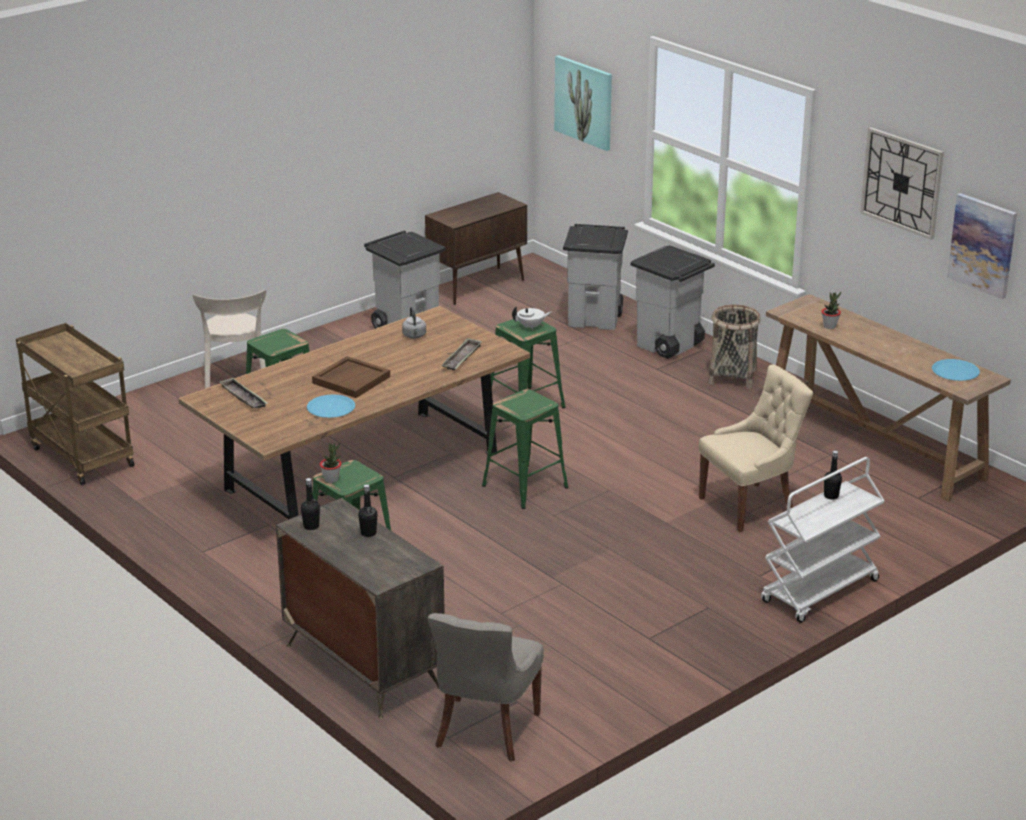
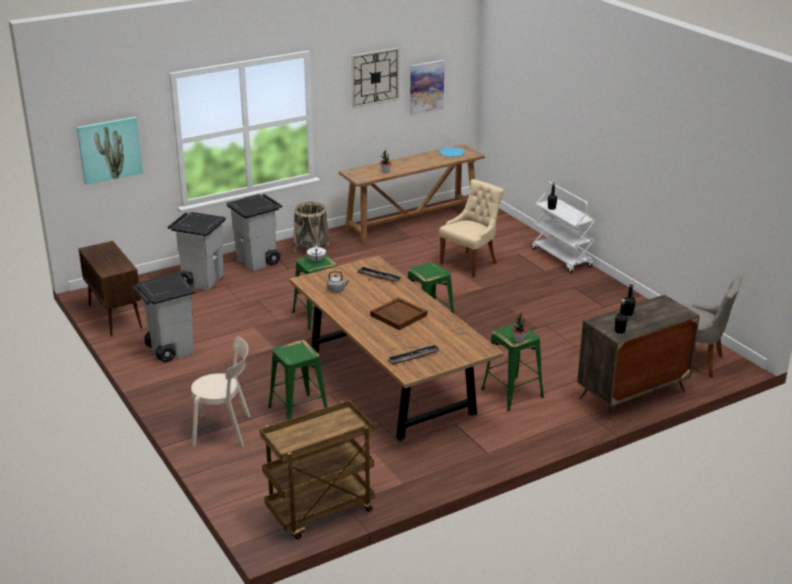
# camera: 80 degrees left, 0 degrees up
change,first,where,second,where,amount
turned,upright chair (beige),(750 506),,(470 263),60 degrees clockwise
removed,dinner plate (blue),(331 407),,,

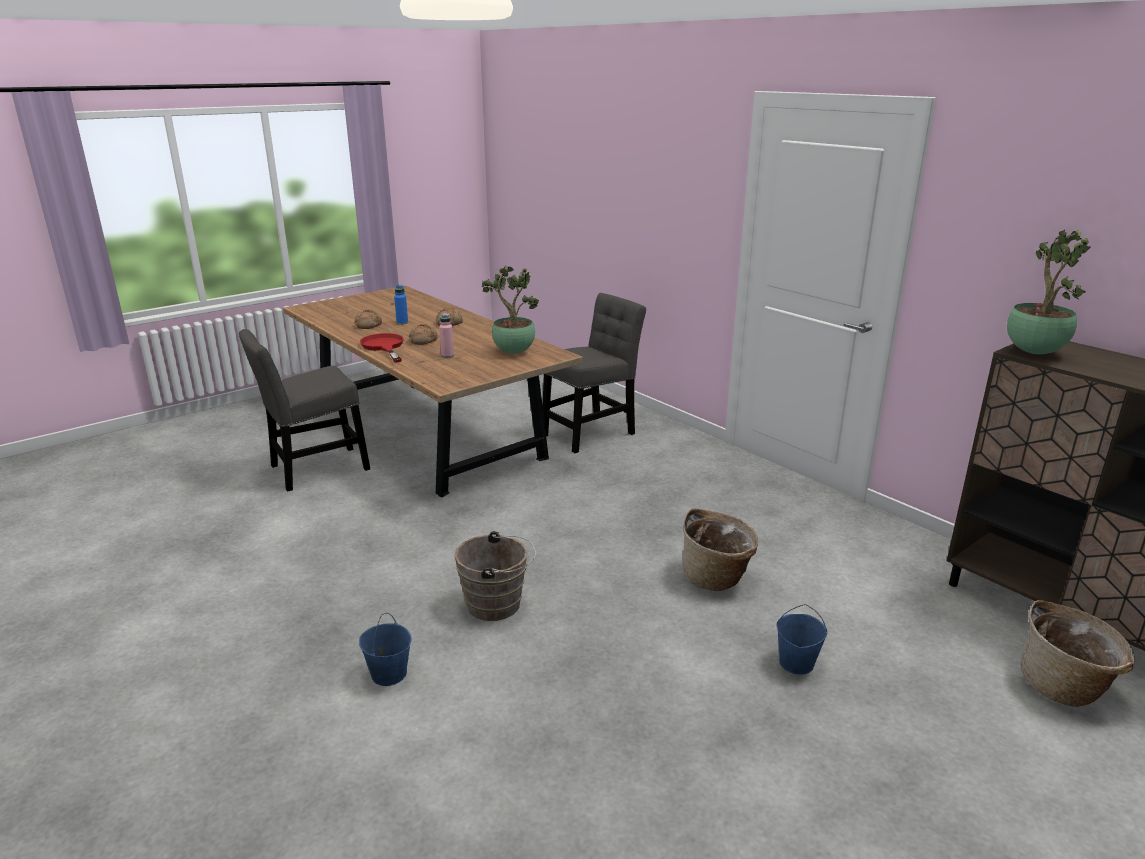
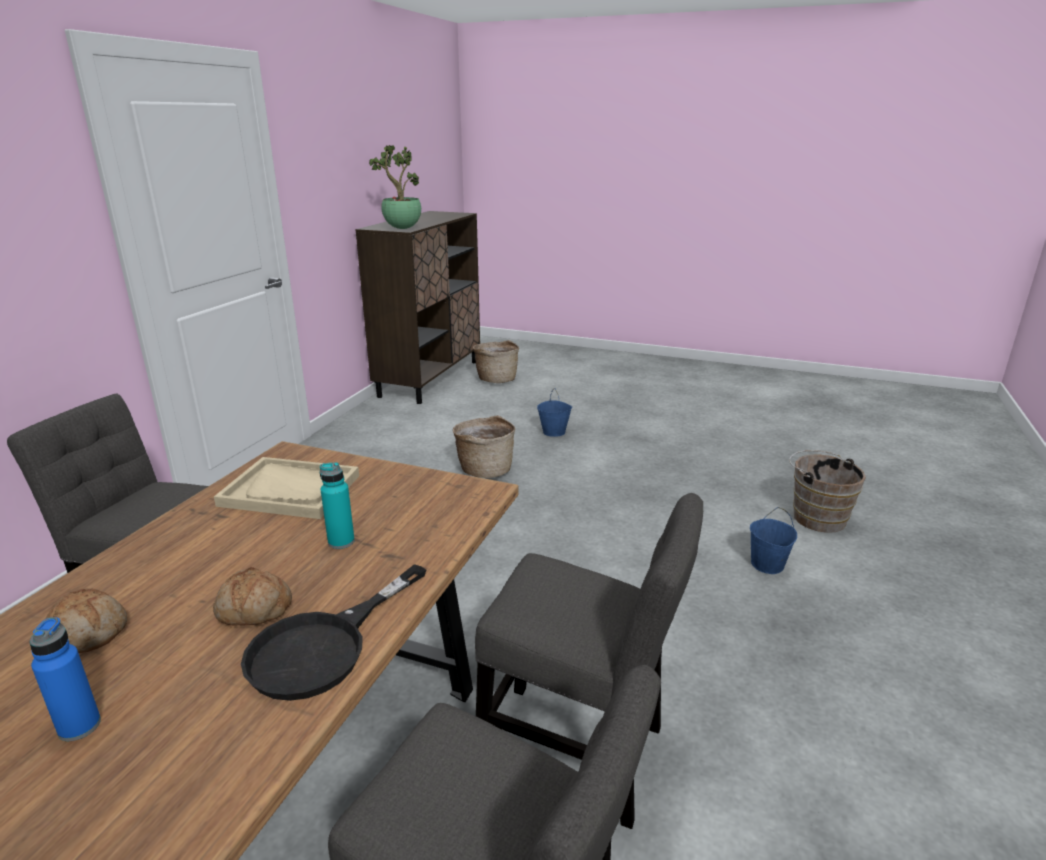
# camera: 120 degrees left, 0 degrees up
change,first,where,second,where,amount
replaced,plant in a pot,(512 352),tray (beige),(291 490),
recoloured,pan (red),(384 347),pan (black),(324 646),
recoloured,beverage bottle (pink),(447 355),beverage bottle (turquoise),(341 541),
added,,,upright chair (gray),(580 751),
moved,water bucket (brownish),(498 604),,(816 516),
removed,baked bread,(368 325),,,

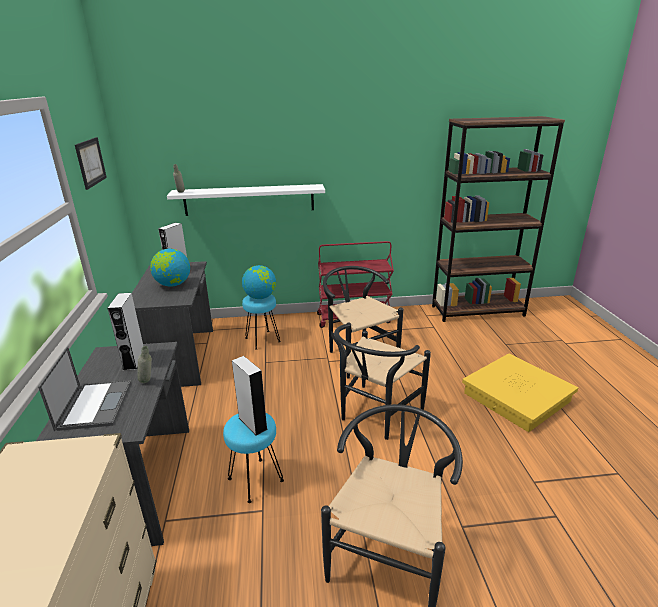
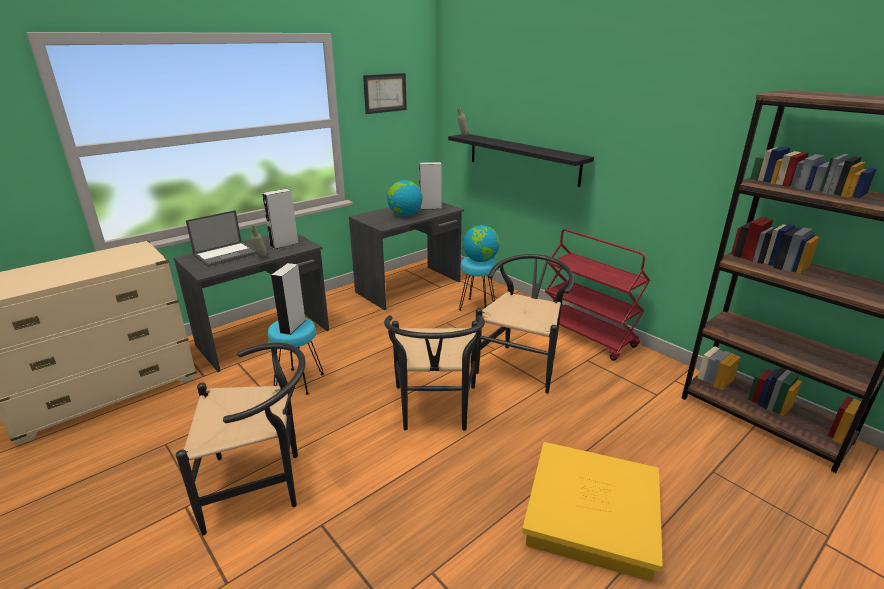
# camera: 55 degrees right, 0 degrees up
change,first,where,second,where,amount
turned,upright chair (black),(375 415),,(435 411),90 degrees counterclockwise
recoloured,bracket shelf (white),(249 200),bracket shelf (black),(522 158),

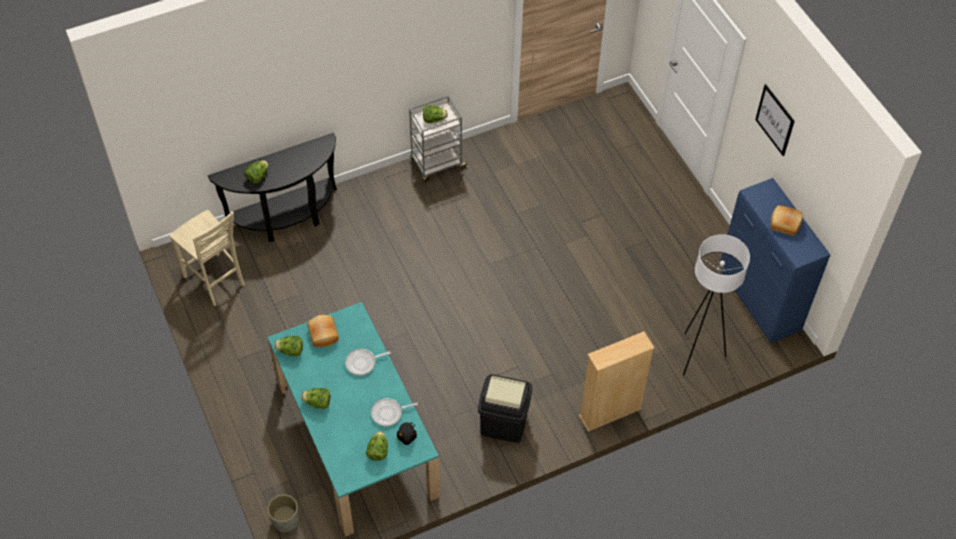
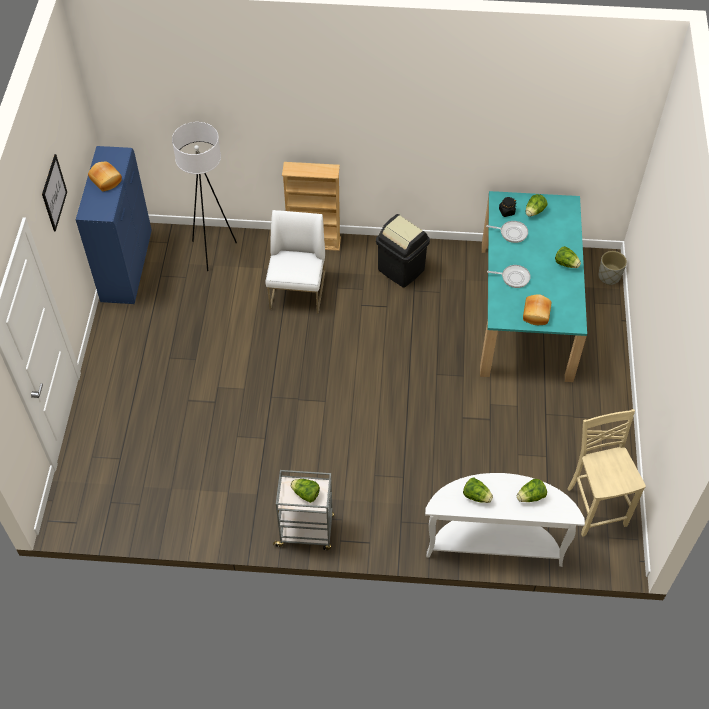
# camera: 150 degrees left, 0 degrees up
change,first,where,second,where,amount
added,,,upright chair (white),(298 291),
recoloured,console table (black),(286 218),console table (white),(494 543),
moved,head of lettuce,(290 351),,(476 496),

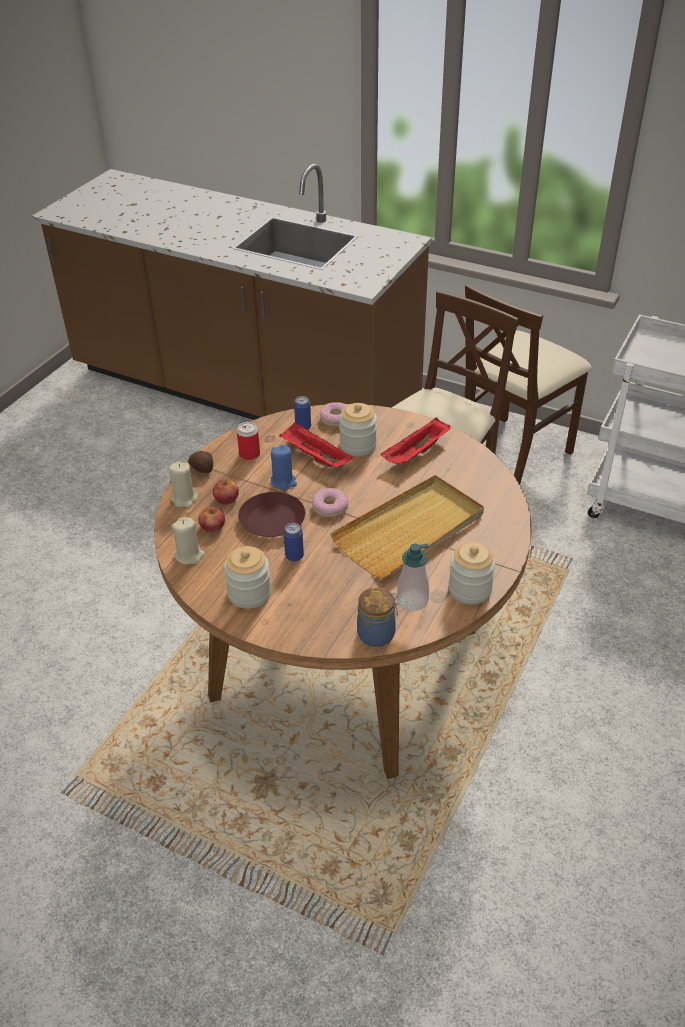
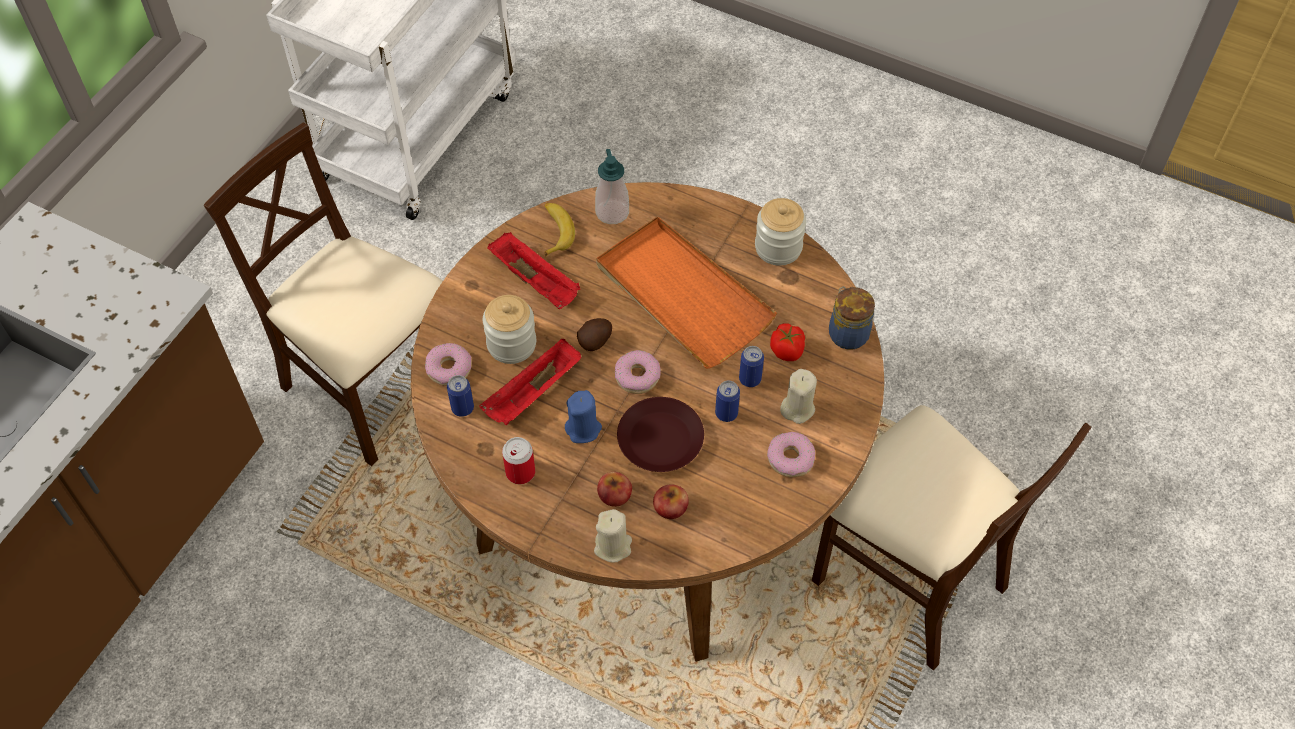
# camera: 90 degrees left, 15 degrees up
change,first,where,second,where,amount
added,,,whole banana,(555 231),
moved,spud,(203 469),,(596 341),
moved,liquid soap bottle,(412 600),,(612 212),
recoloured,tray (beige),(410 530),tray (orange),(682 295),
added,,,metal can,(750 379),
replaced,jar,(249 593),donut,(790 458),
added,,,whole tomato,(787 350),
moved,wax light (beige),(189 555),,(797 408),
moved,upright chair (beige),(512 453),,(909 579),

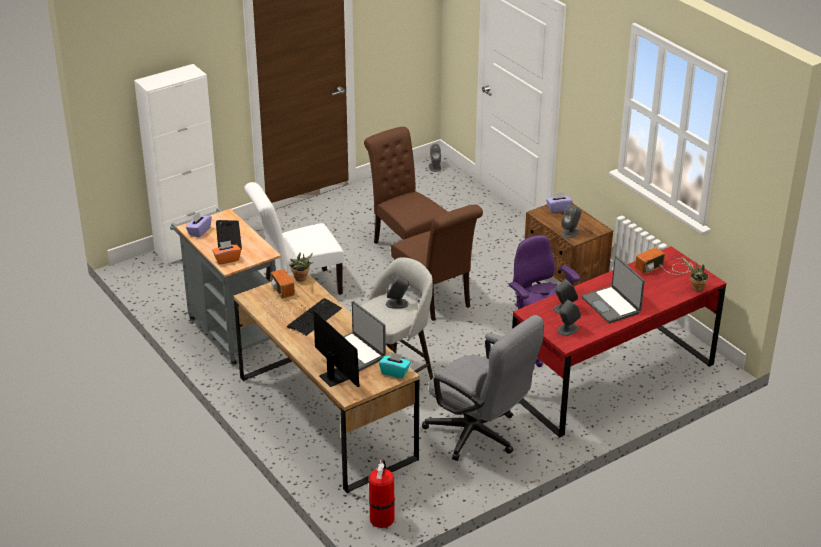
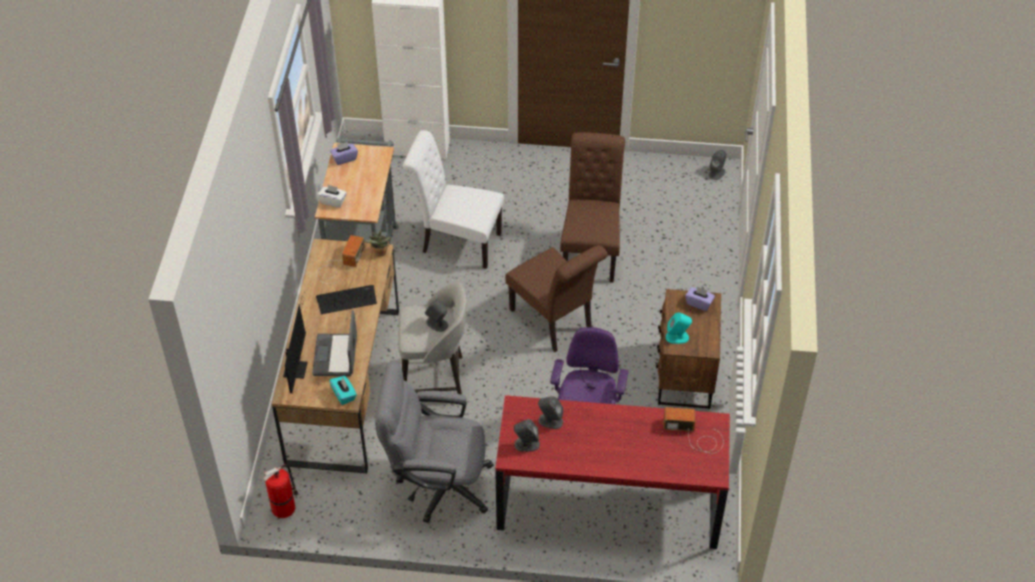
# camera: 40 degrees right, 15 degrees up
change,first,where,second,where,amount
recoloured,tissue box (orange),(227 259),tissue box (white),(333 201),
turned,computer chair (gray),(479 436),,(436 483),105 degrees clockwise
turned,upright chair (brownish),(436 300),,(554 322),45 degrees counterclockwise
recoloured,speaker (gray),(570 232),speaker (turquoise),(677 337),
removed,keyboard,(228 236),,,
removed,laptop,(612 305),,,
removed,plant in a pot,(695 288),,,

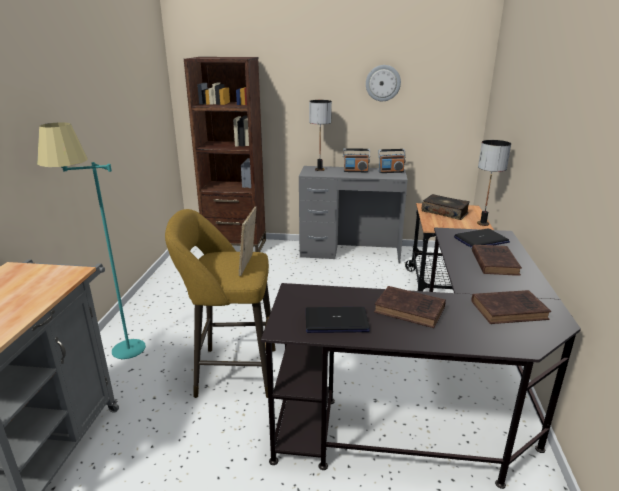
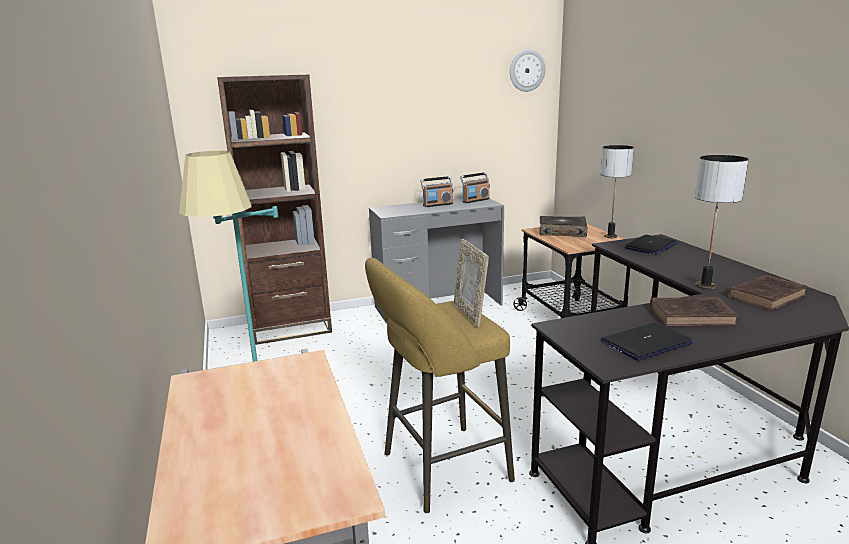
# camera: 25 degrees left, 5 degrees down
change,first,where,second,where,amount
moved,clock on the wall,(383 83),,(526 70),
moved,lamp for a table,(319 169),,(705 286),
removed,volume (brownish),(494 262),,,

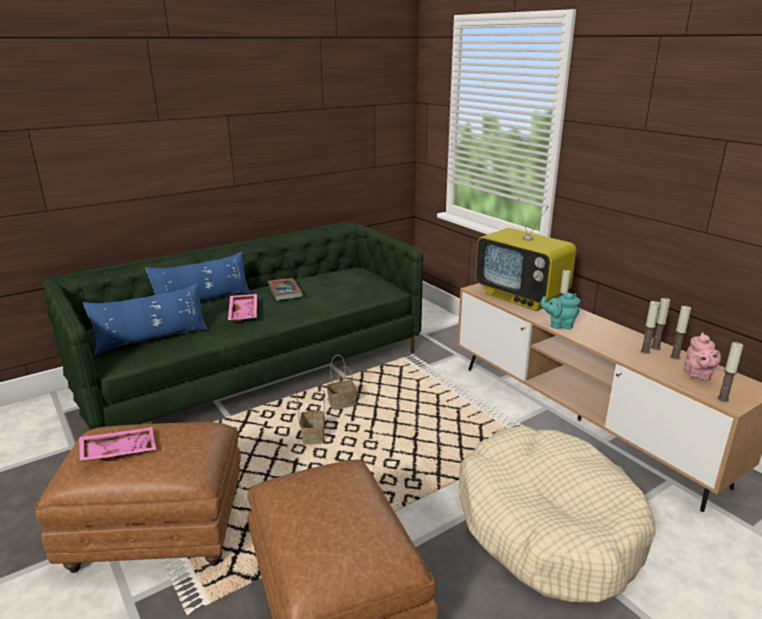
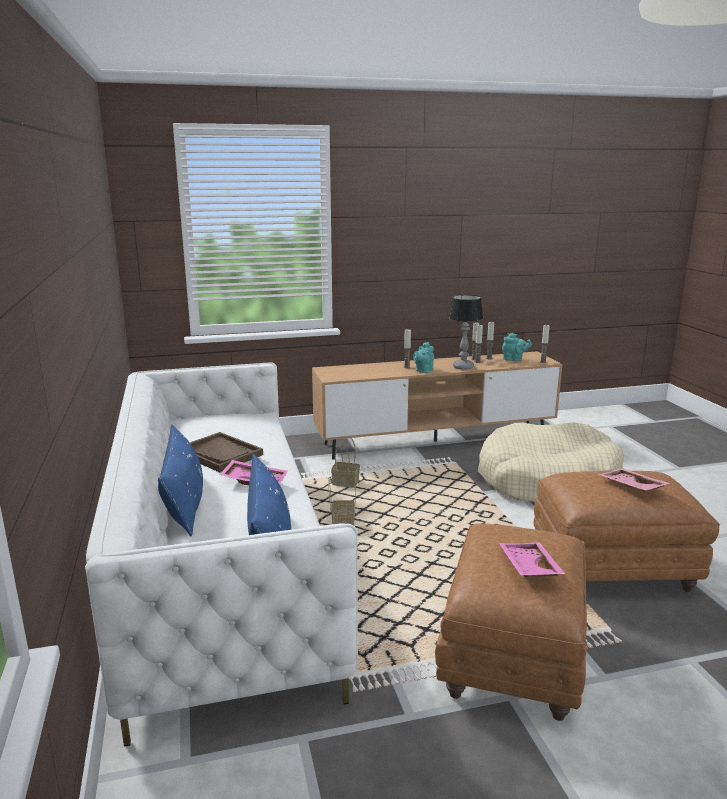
# camera: 70 degrees left, 5 degrees down
change,first,where,second,where,amount
recoloured,settee (green),(255 369),settee (white),(222 568),
replaced,volume,(285 292),tray (brownish),(220 454),
moved,storage basket,(312 436),,(344 483),
added,,,lamp for a table,(463 367),
recoloured,pot for tea (pink),(698 375),pot for tea (turquoise),(514 359),
added,,,tray (pink),(631 487),
removed,television,(522 297),,,

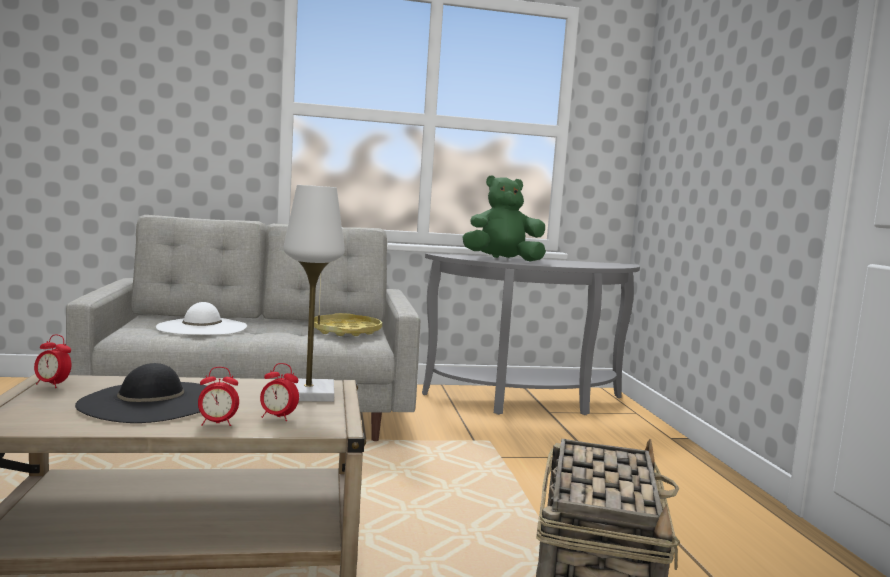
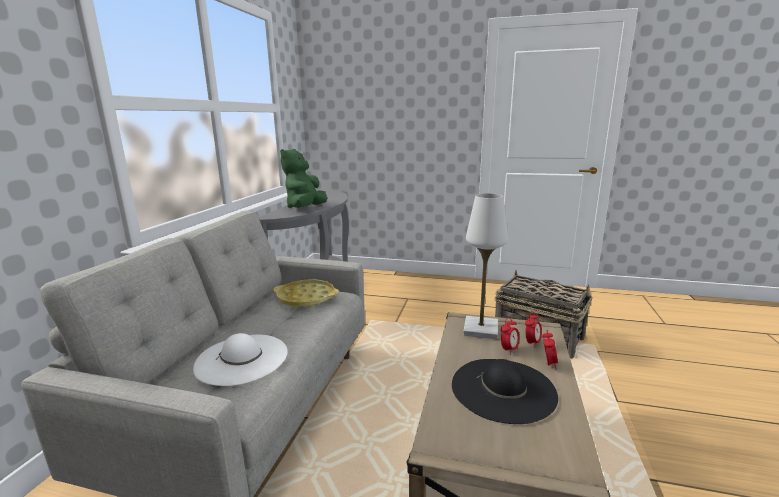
# camera: 65 degrees left, 10 degrees up
change,first,where,second,where,amount
moved,bedside clock,(52 385),,(509 350),

